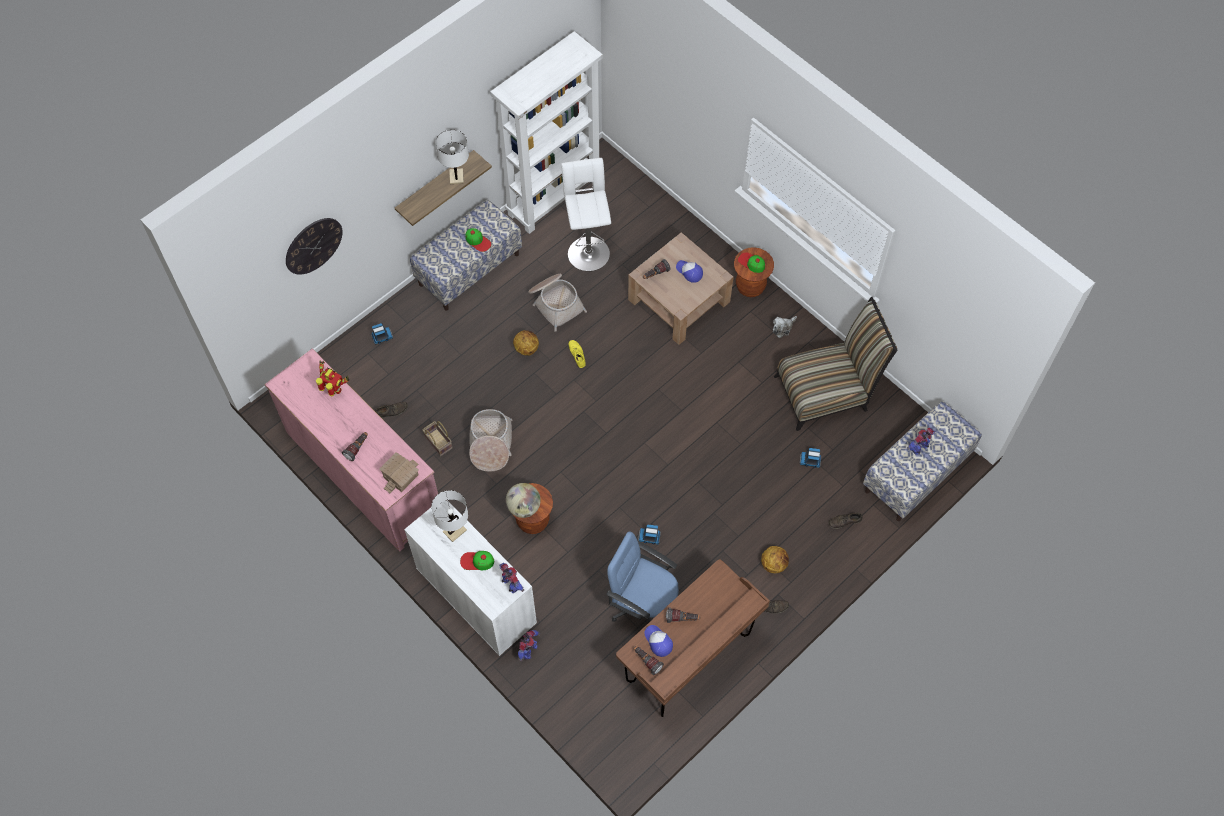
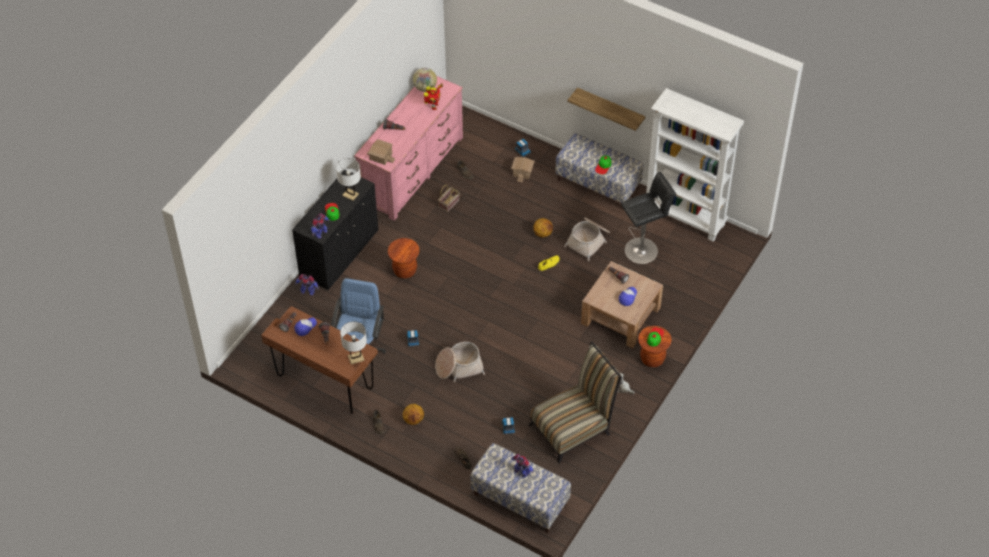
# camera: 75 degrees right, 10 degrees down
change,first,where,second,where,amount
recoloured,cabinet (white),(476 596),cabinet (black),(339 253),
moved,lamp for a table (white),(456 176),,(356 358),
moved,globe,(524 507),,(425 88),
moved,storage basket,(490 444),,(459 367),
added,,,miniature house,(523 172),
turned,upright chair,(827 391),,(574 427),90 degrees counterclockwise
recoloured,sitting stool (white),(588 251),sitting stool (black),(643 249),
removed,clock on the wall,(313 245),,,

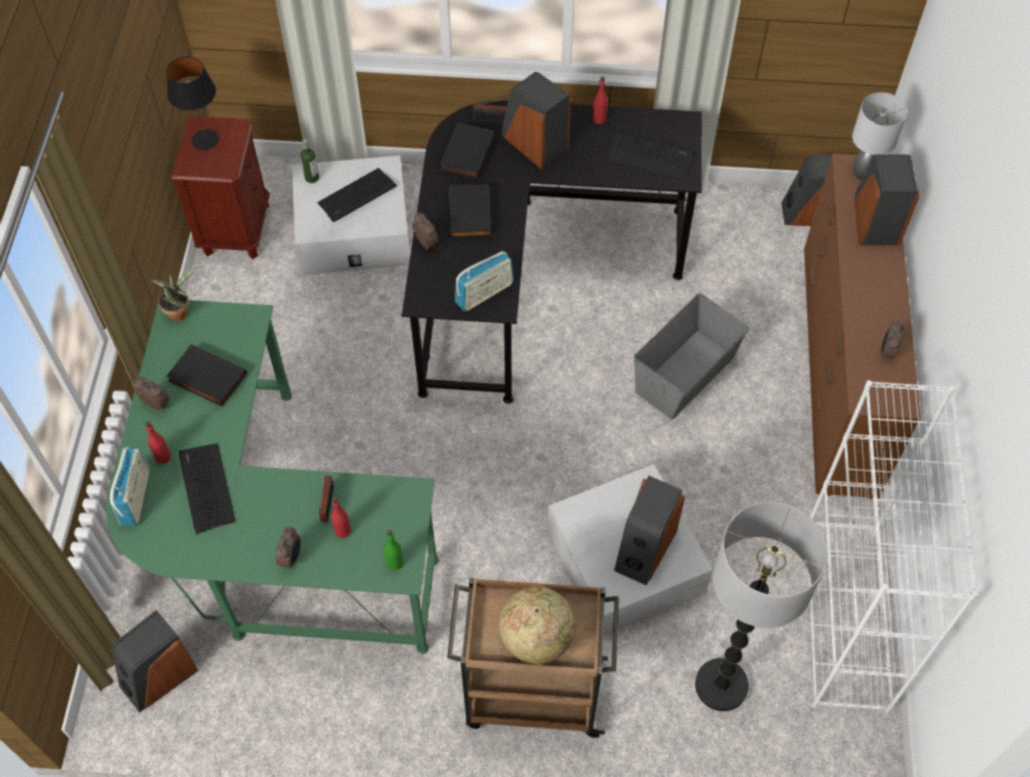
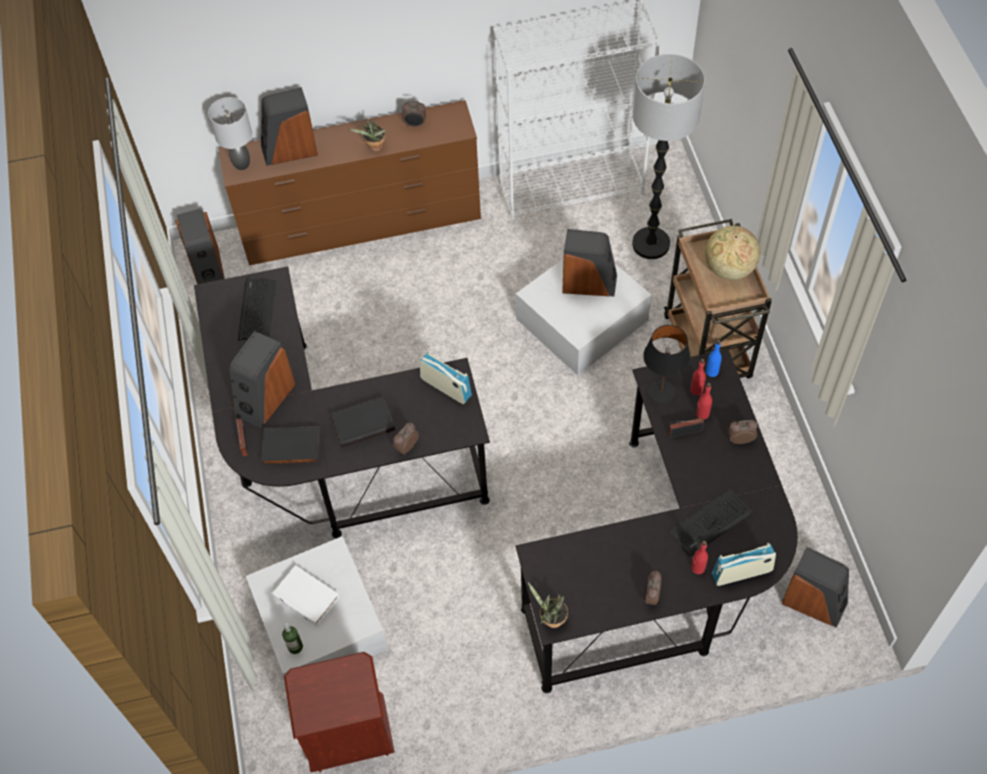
# camera: 105 degrees left, 0 degrees up
change,first,where,second,where,amount
replaced,keyboard,(357 195),volume (white),(307 596),
added,,,plant in a pot,(374 148),
recoloured,desk unit (green),(269 538),desk unit (black),(665 568),
moved,lamp for a table (black),(204 140),,(661 392),
moved,beverage bottle (red),(599 119),,(696 390),
recoloured,beverage bottle (green),(394 562),beverage bottle (blue),(712 372),
removed,volume (black),(206 379),,,
removed,storage box (gray),(686 373),,,

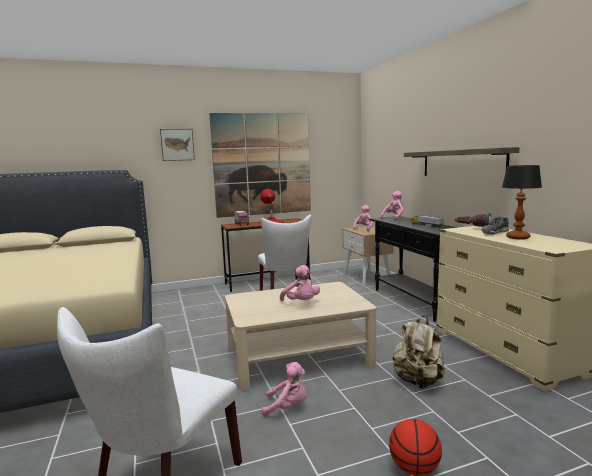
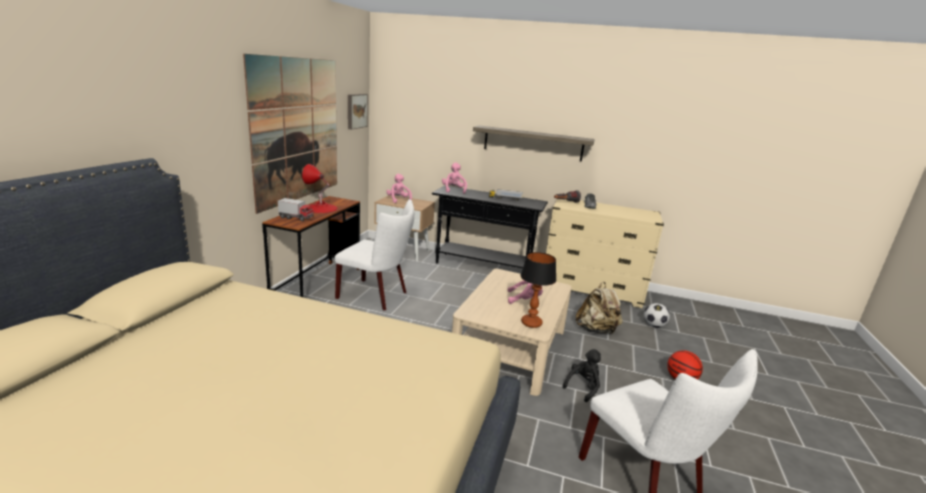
# camera: 55 degrees left, 10 degrees up
change,first,where,second,where,amount
moved,wall picture,(177 144),,(356 111),
moved,lamp for a table,(518 238),,(531 323),
recoloured,soft toy (pink),(288 407),soft toy (black),(583 387),
added,,,football,(654 325),

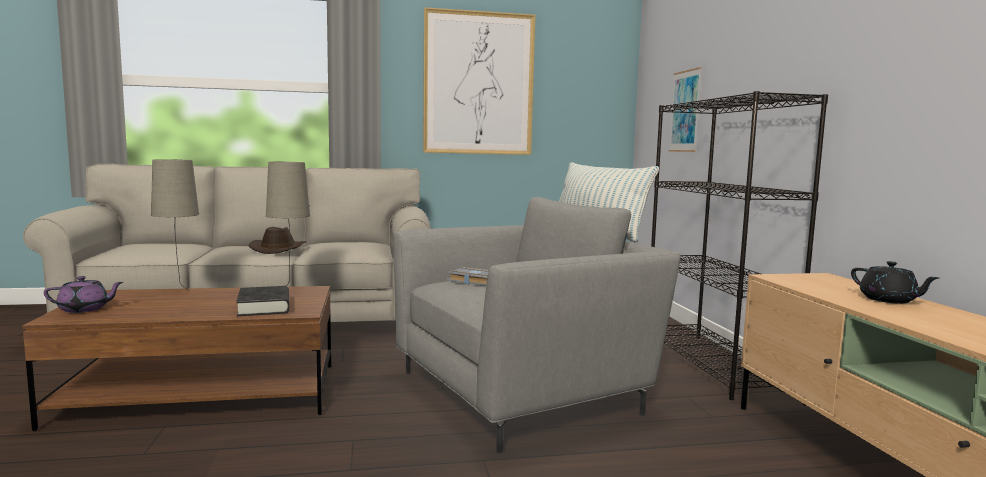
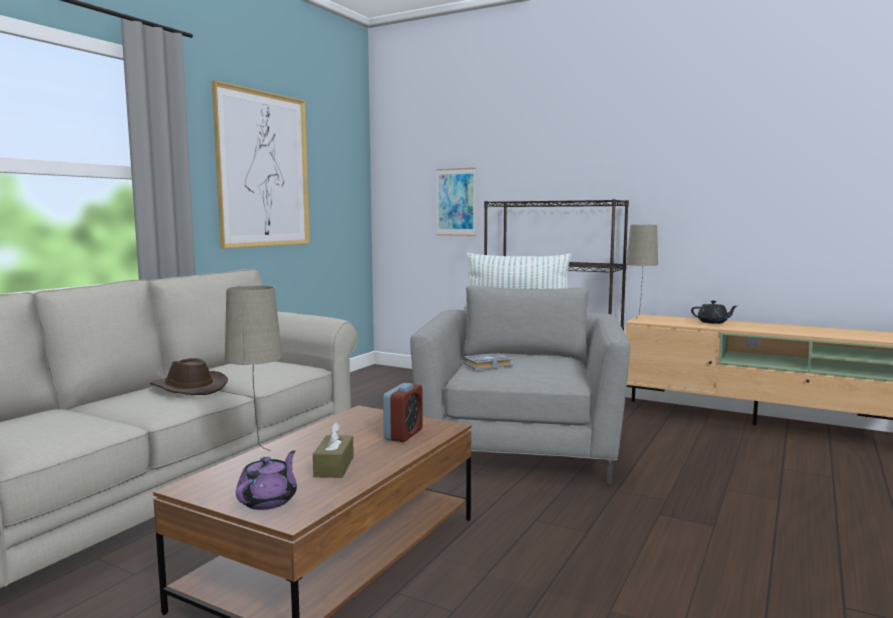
# camera: 50 degrees left, 0 degrees up
change,first,where,second,where,amount
added,,,tissue box (brownish),(334 467),
replaced,volume (black),(264 307),bedside clock,(403 434),
moved,lamp for a table (beige),(290 290),,(639 319),

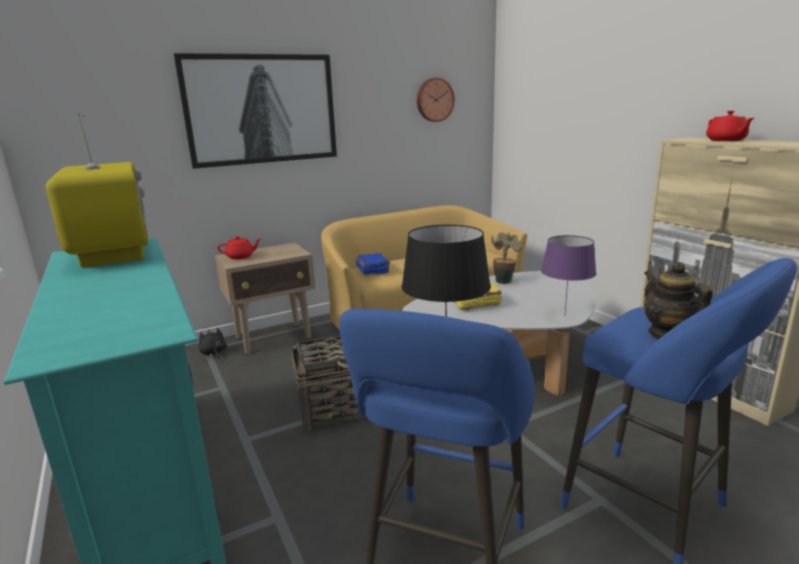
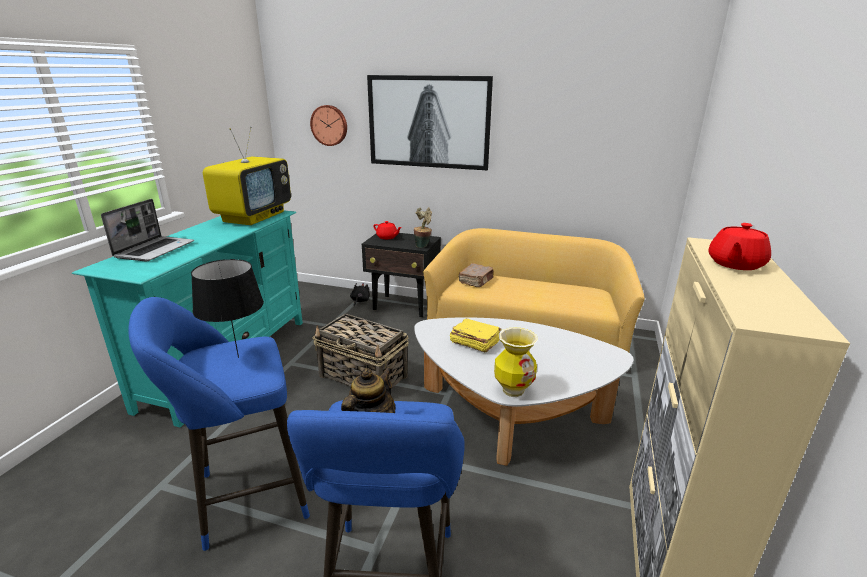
# camera: 45 degrees right, 5 degrees up
change,first,where,second,where,amount
added,,,laptop,(155 250),
moved,clock on the wall,(434 100),,(329 125),
recoloured,side table (beige),(274 337),side table (black),(404 306),
moved,plant in a pot,(504 280),,(423 245),
recoloured,volume (blue),(373 271),volume (brownish),(476 281),
replaced,lamp for a table (purple-coloured),(564 315),flower vase,(513 390),

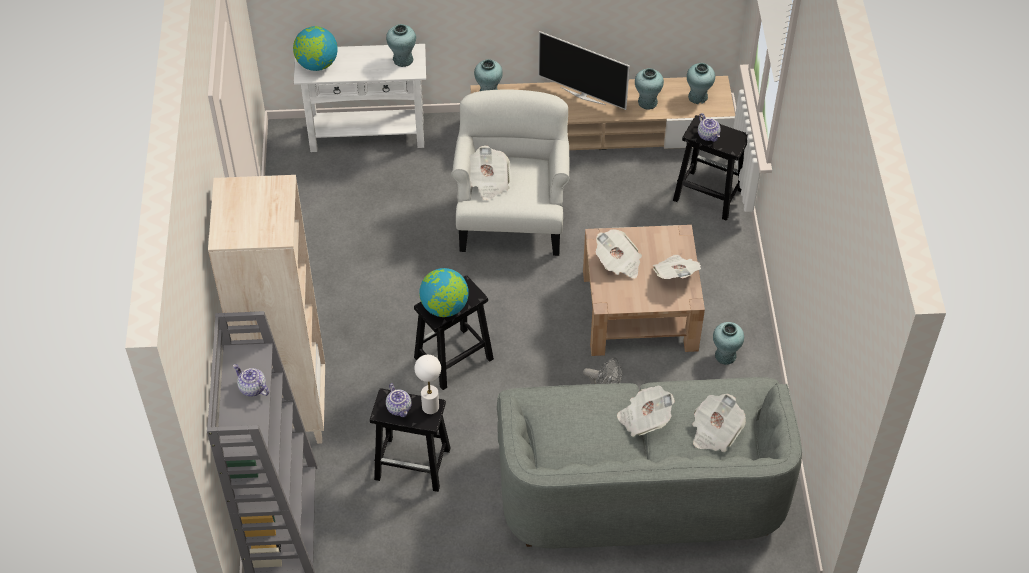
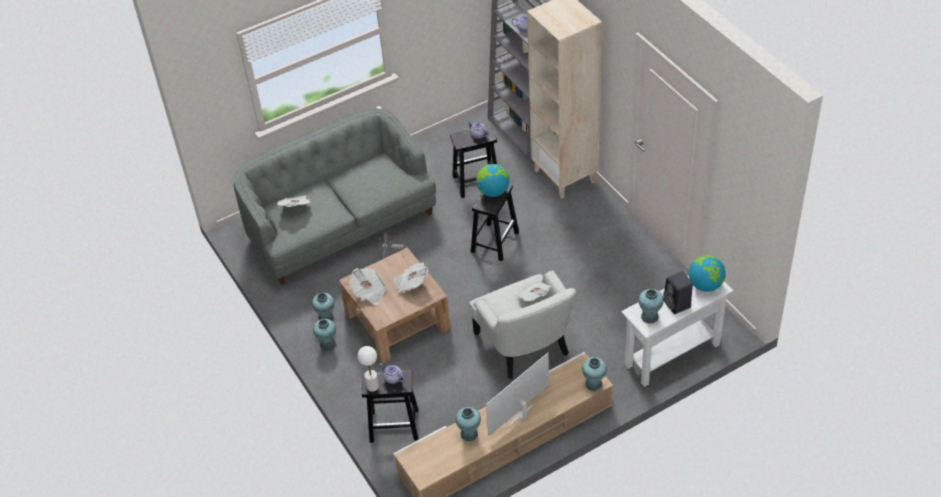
# camera: 155 degrees right, 5 degrees down
change,first,where,second,where,amount
moved,flower vase (turquoise),(698 97),,(327 344),
moved,lamp for a table (white),(430 407),,(372 386),
turned,television,(583 95),,(522 416),45 degrees counterclockwise
added,,,speaker (black),(677 304),
removed,newspaper,(644 419),,,

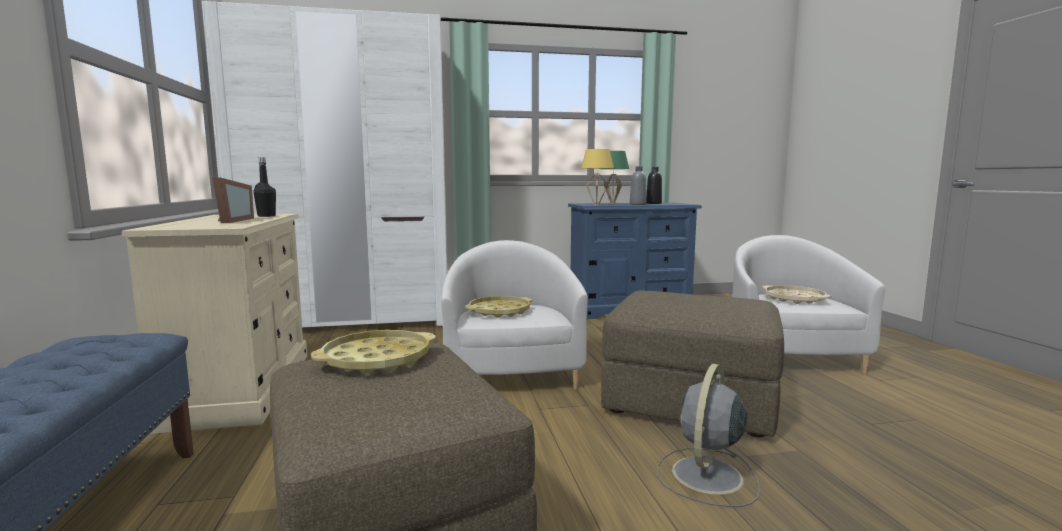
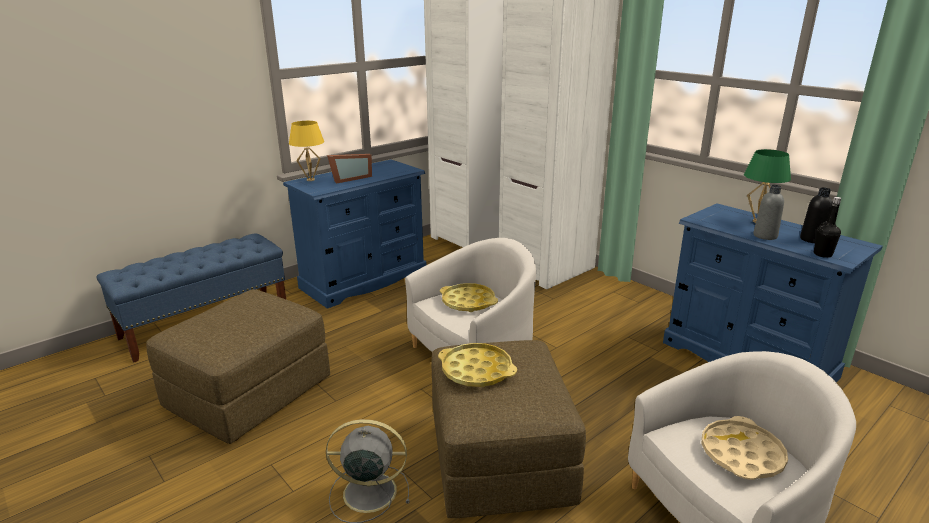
# camera: 60 degrees right, 15 degrees up
change,first,where,second,where,amount
recoloured,chest of drawers (beige),(243 387),chest of drawers (blue),(364 280),
moved,lamp for a table (yellowish),(596 205),,(310 180),
moved,tray (yellowish),(377 359),,(476 370),
moved,beverage bottle (black),(266 216),,(822 254),

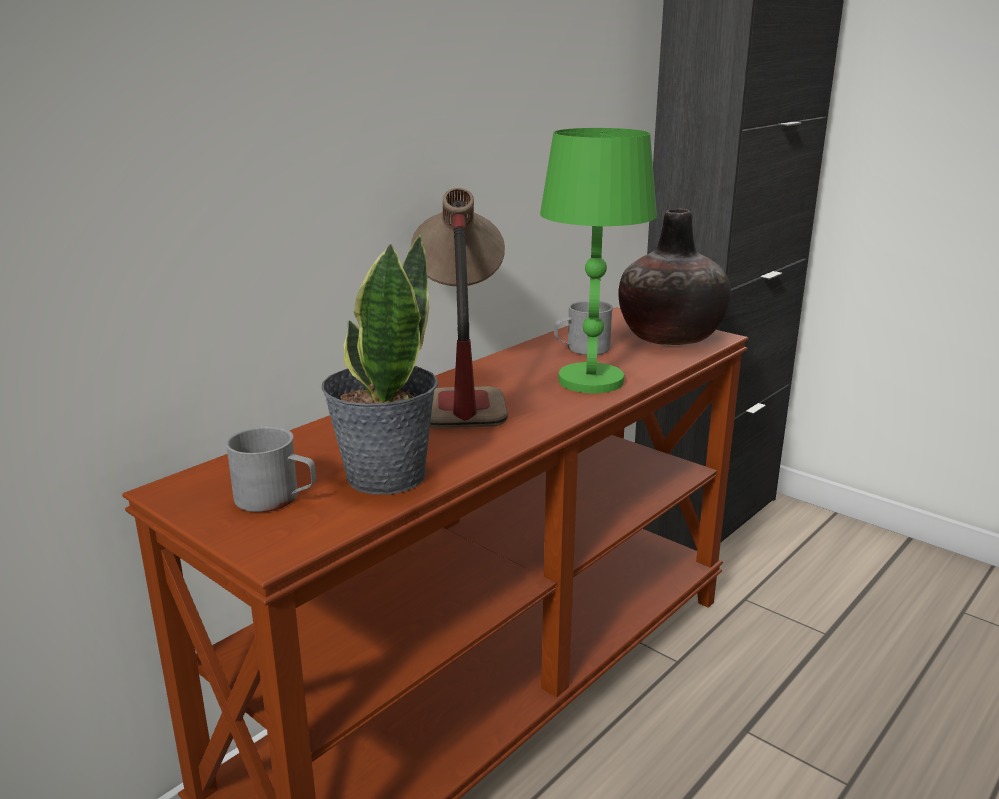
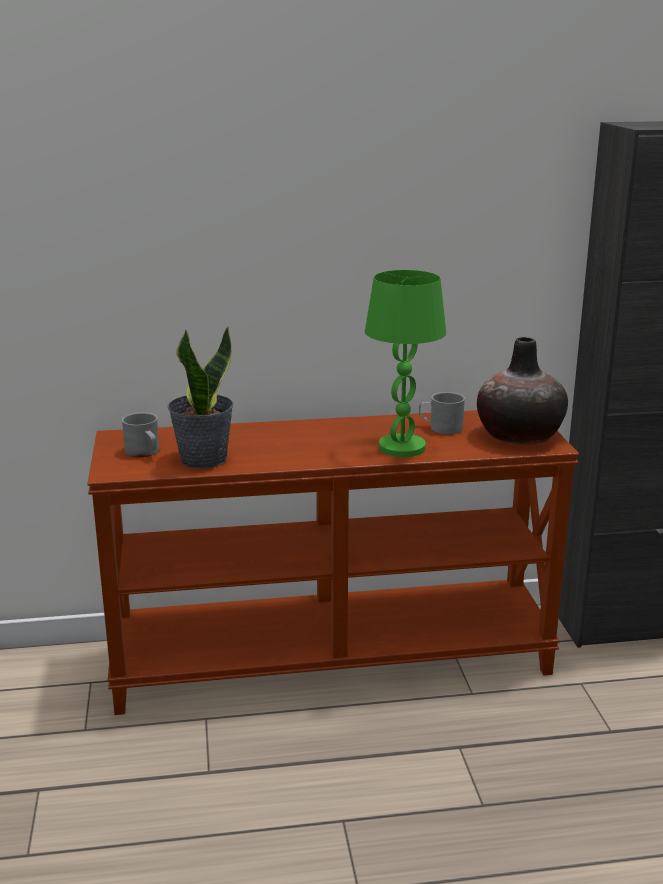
# camera: 40 degrees right, 0 degrees up
change,first,where,second,where,amount
removed,lamp for a table,(460 392),,,

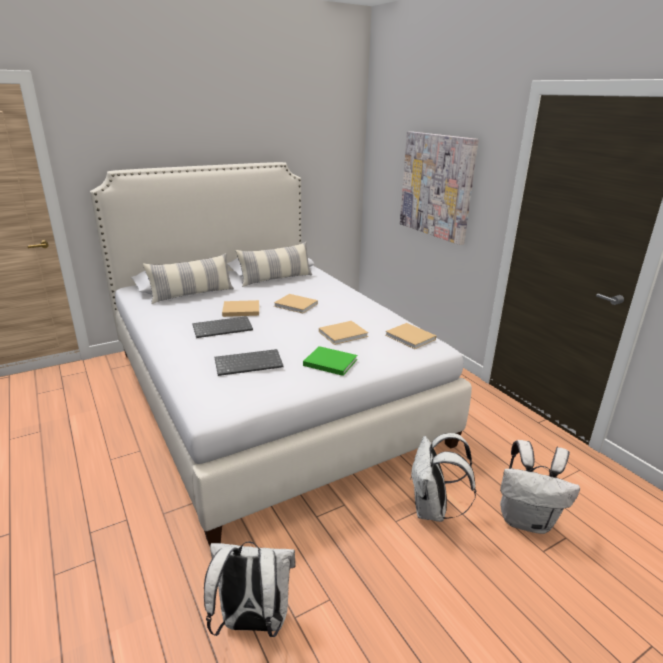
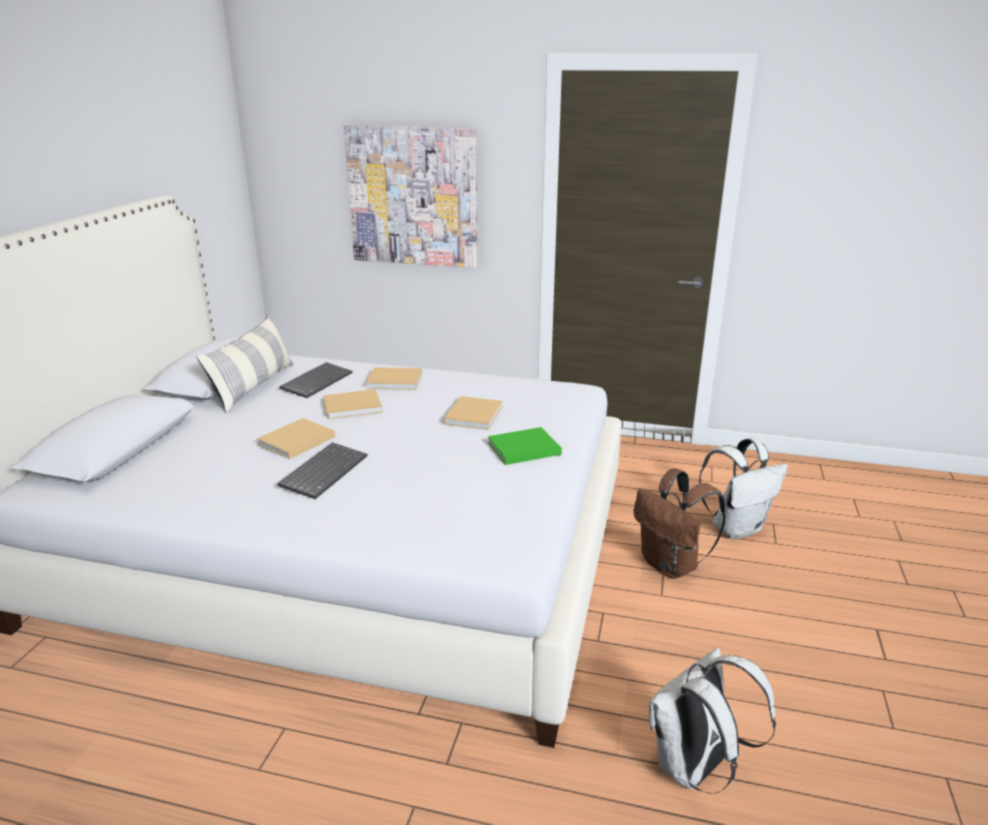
# camera: 45 degrees left, 0 degrees up
change,first,where,second,where,amount
moved,keyboard,(249 363),,(316 381),
moved,volume (beige),(411 338),,(396 381),
recoloured,backpack (white),(432 510),backpack (brownish),(671 565),
removed,throw pillow,(192 294),,,

